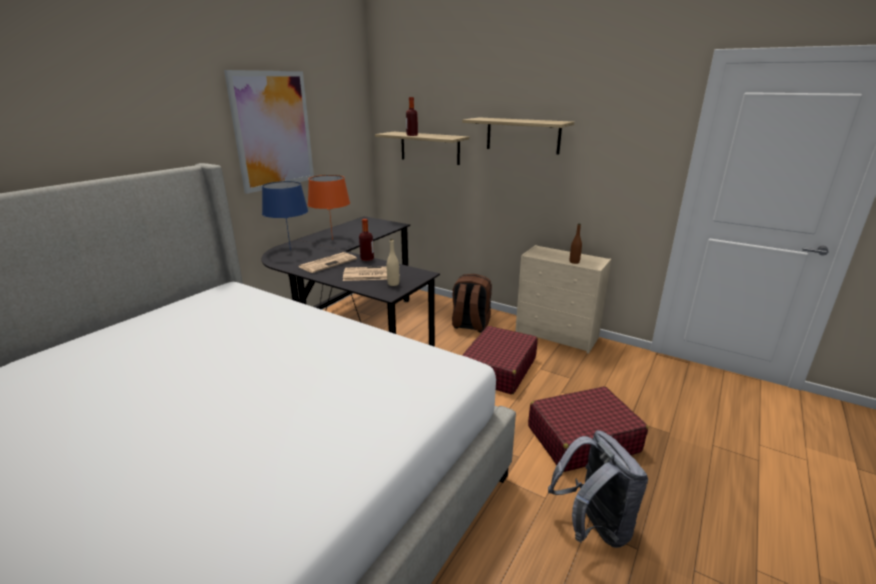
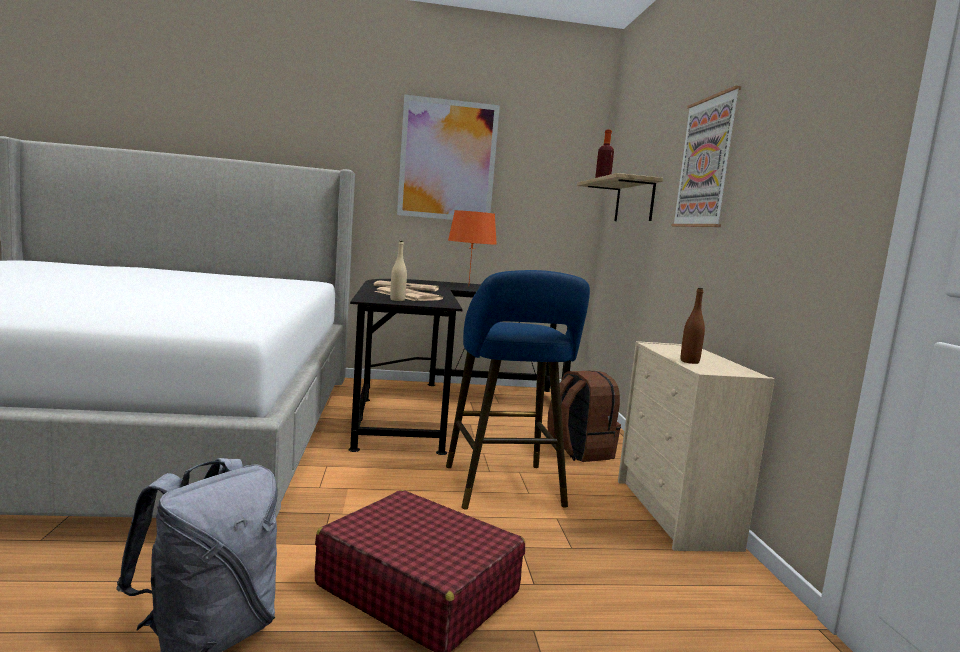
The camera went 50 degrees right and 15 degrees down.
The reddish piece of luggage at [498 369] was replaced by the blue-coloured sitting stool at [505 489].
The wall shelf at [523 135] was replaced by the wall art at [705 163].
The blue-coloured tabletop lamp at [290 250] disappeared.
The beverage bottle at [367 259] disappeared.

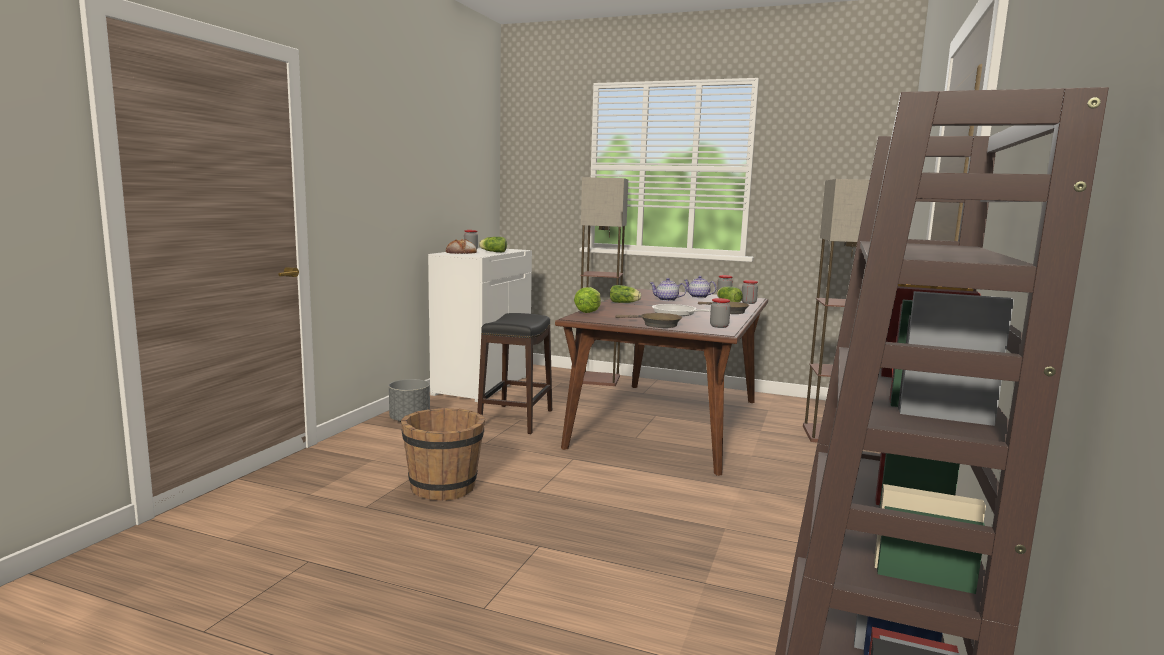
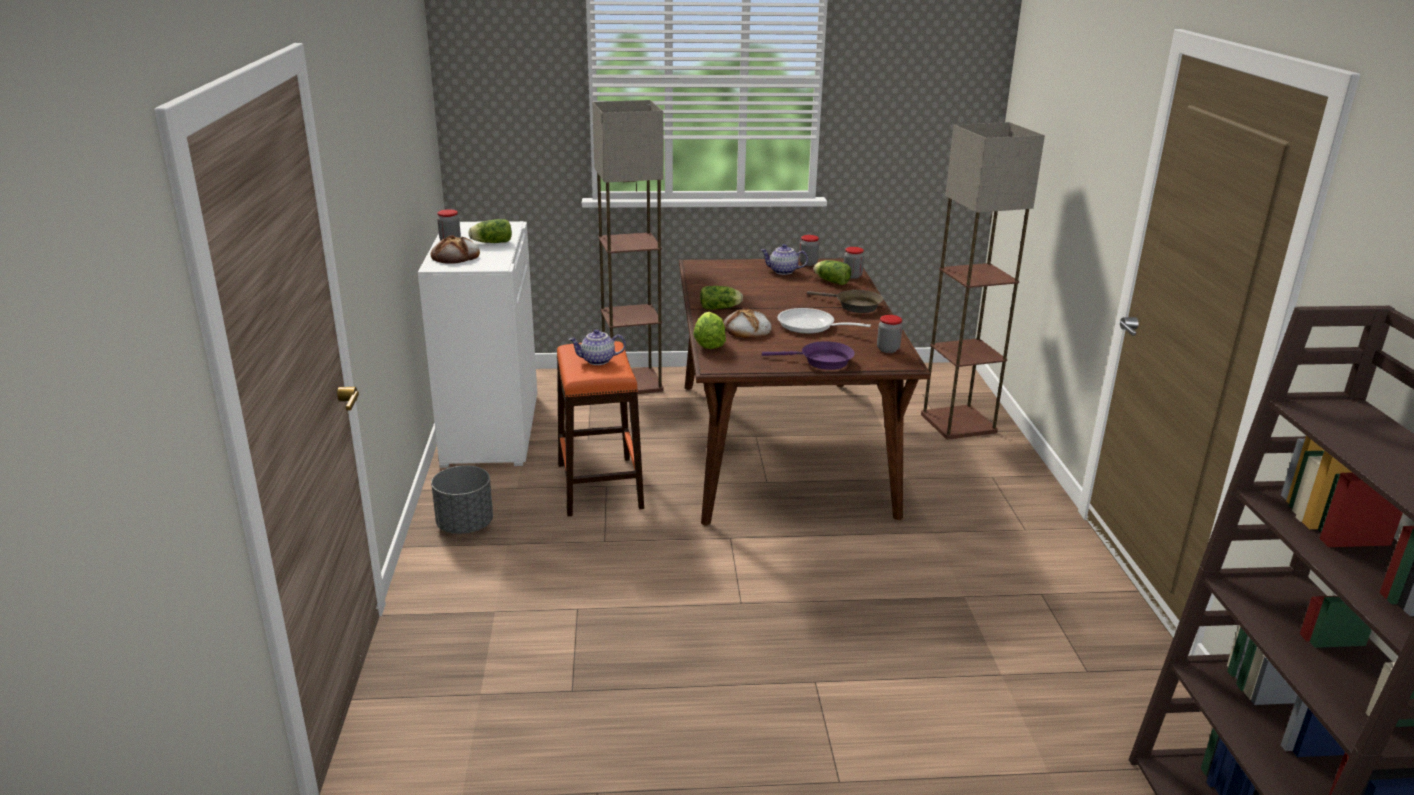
The camera went 25 degrees left and 15 degrees up.
The blackish sitting stool at [515 419] became the orangey sitting stool at [599 486].
The tea pot moved from [666 300] to [597 361].
The bakery bread at [746 330] appeared.
The brown-coloured frying pan at [656 324] became the purple-coloured frying pan at [821 361].
The brown-coloured water bucket at [444 487] disappeared.

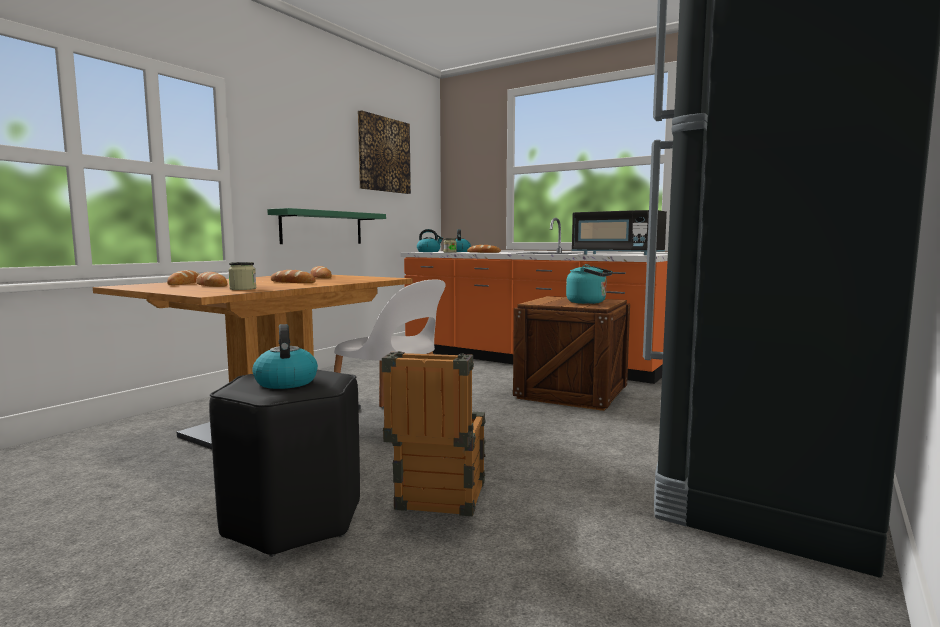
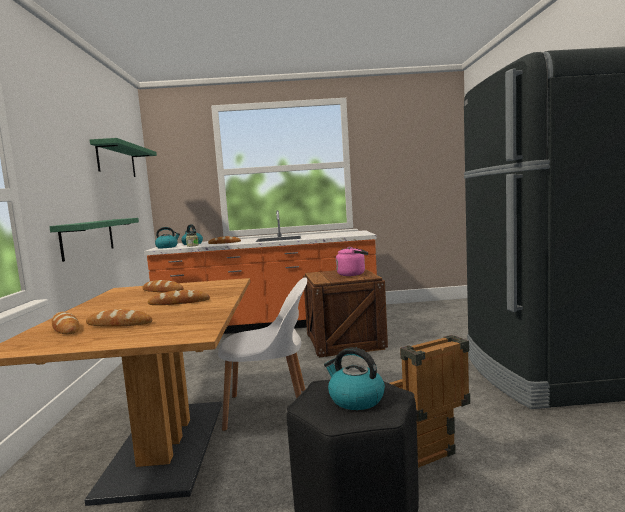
The camera went 35 degrees left and 0 degrees up.
The wall art at [384 154] was replaced by the greenish wall shelf at [116 160].
The blue-green kettle at [588 302] became the pink-coloured kettle at [353 274].
The jar at [243 289] disappeared.
The blackish kitchen microwave at [616 254] disappeared.

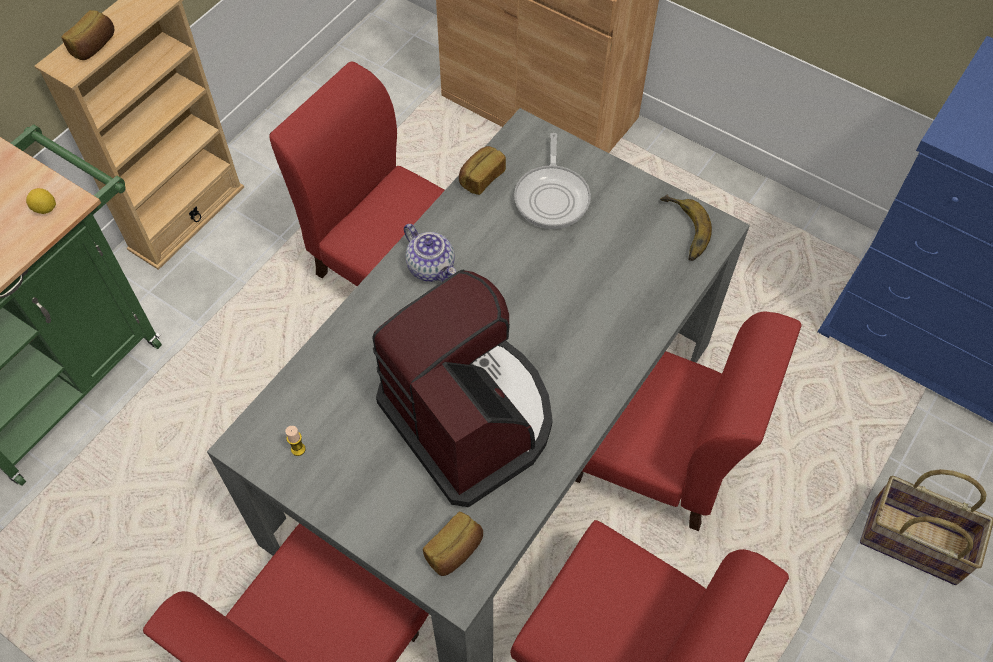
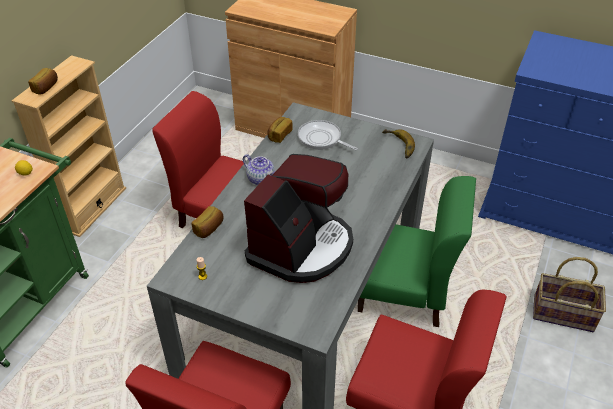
The camera went 10 degrees left and 15 degrees down.
The bakery bread moved from [455 551] to [209 229].
The coffee maker at [470 418] turned 75 degrees clockwise.
The frying pan at [552 197] turned 135 degrees clockwise.
The reddish upright chair at [654 457] became the greenish upright chair at [402 292].

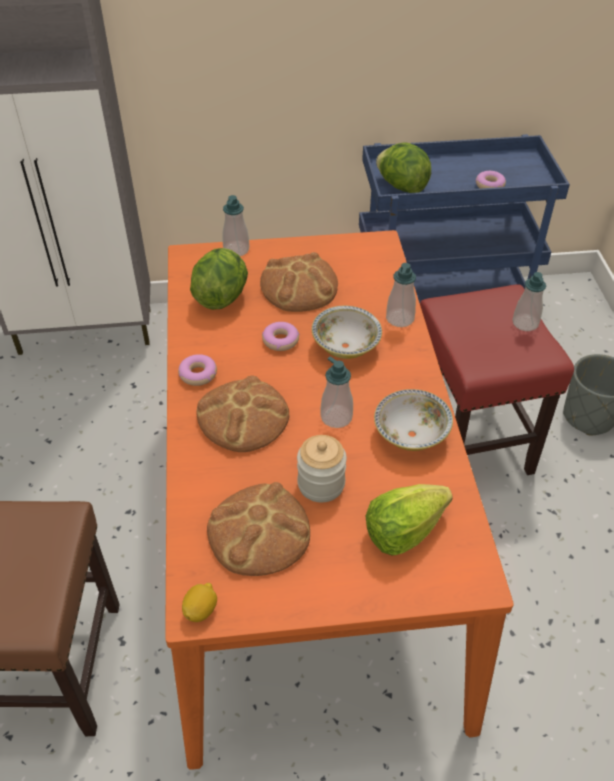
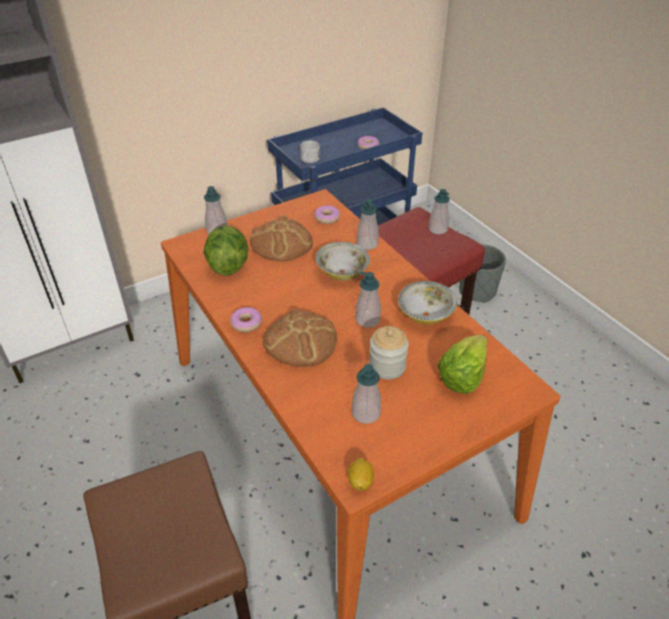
The camera went 25 degrees left and 5 degrees down.
The head of lettuce at [401 186] was replaced by the white tea mug at [309 161].
The donut moved from [280 340] to [327 218].
The bakery bread at [259 532] was replaced by the soap bottle at [366 413].

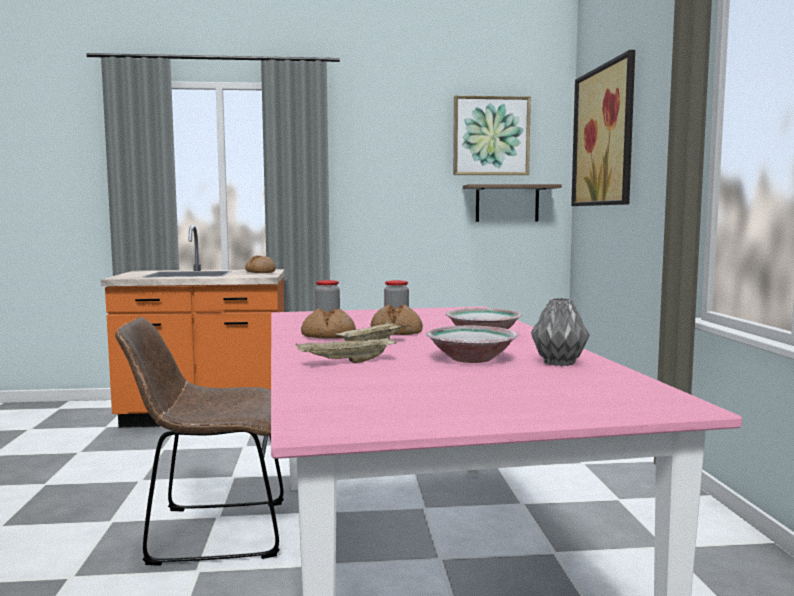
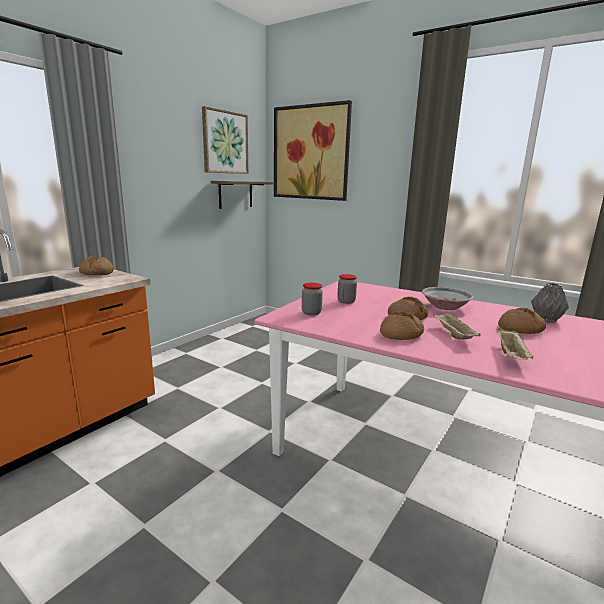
The camera went 50 degrees left and 10 degrees up.
The deep dish at [470 358] was replaced by the bakery bread at [520 329].
The brown-coloured upright chair at [210 533] disappeared.

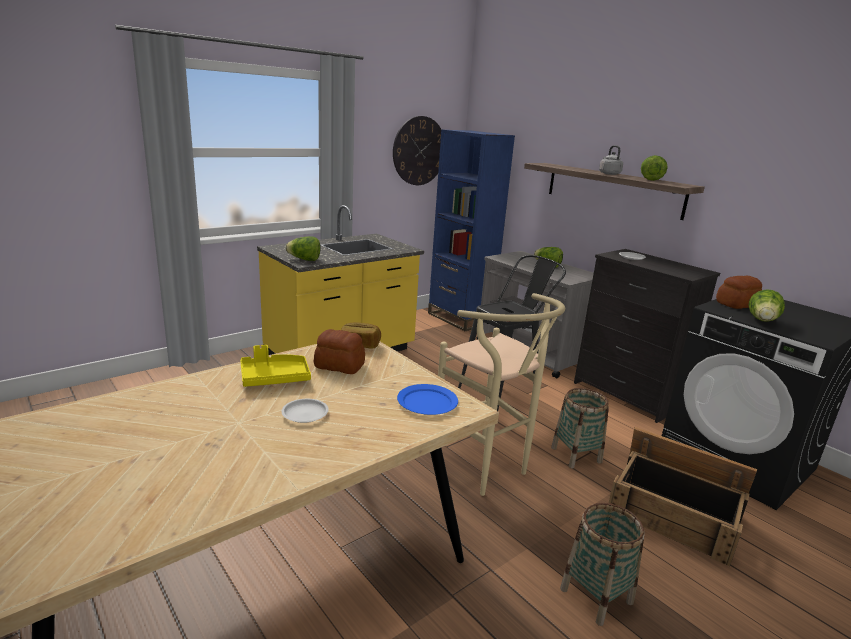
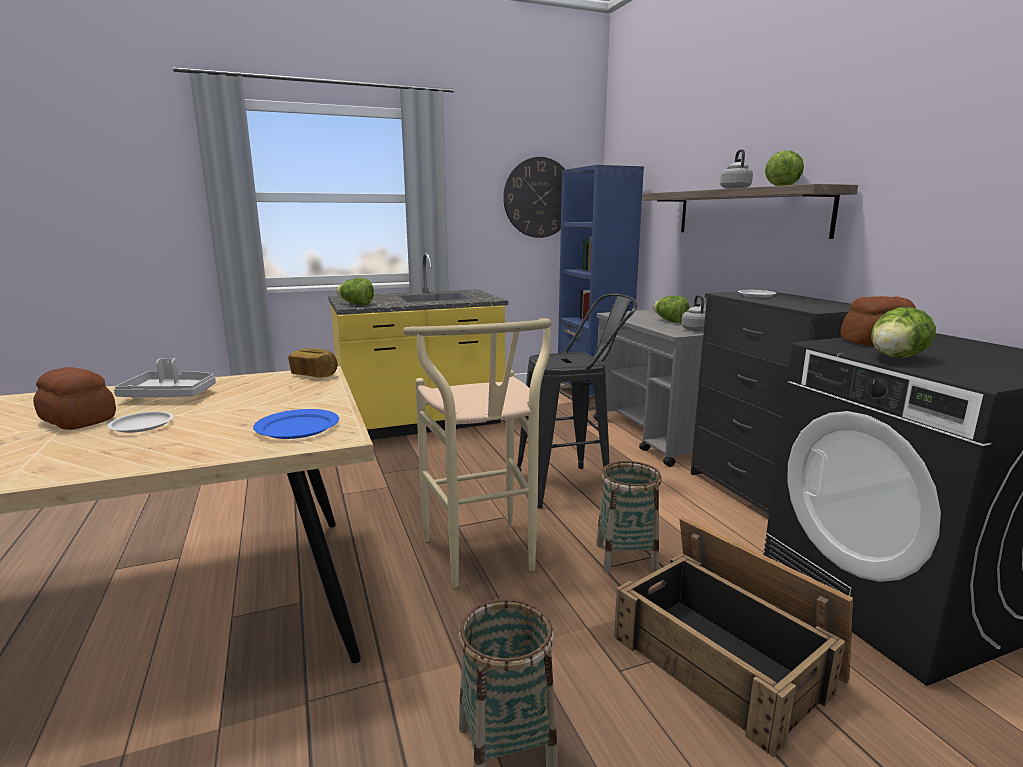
The camera went 20 degrees right and 5 degrees down.
The bakery bread moved from [339 366] to [78 420].
The yellow-coloured tray at [274 378] became the greyish tray at [170 395].
The greyish kettle at [694 329] appeared.

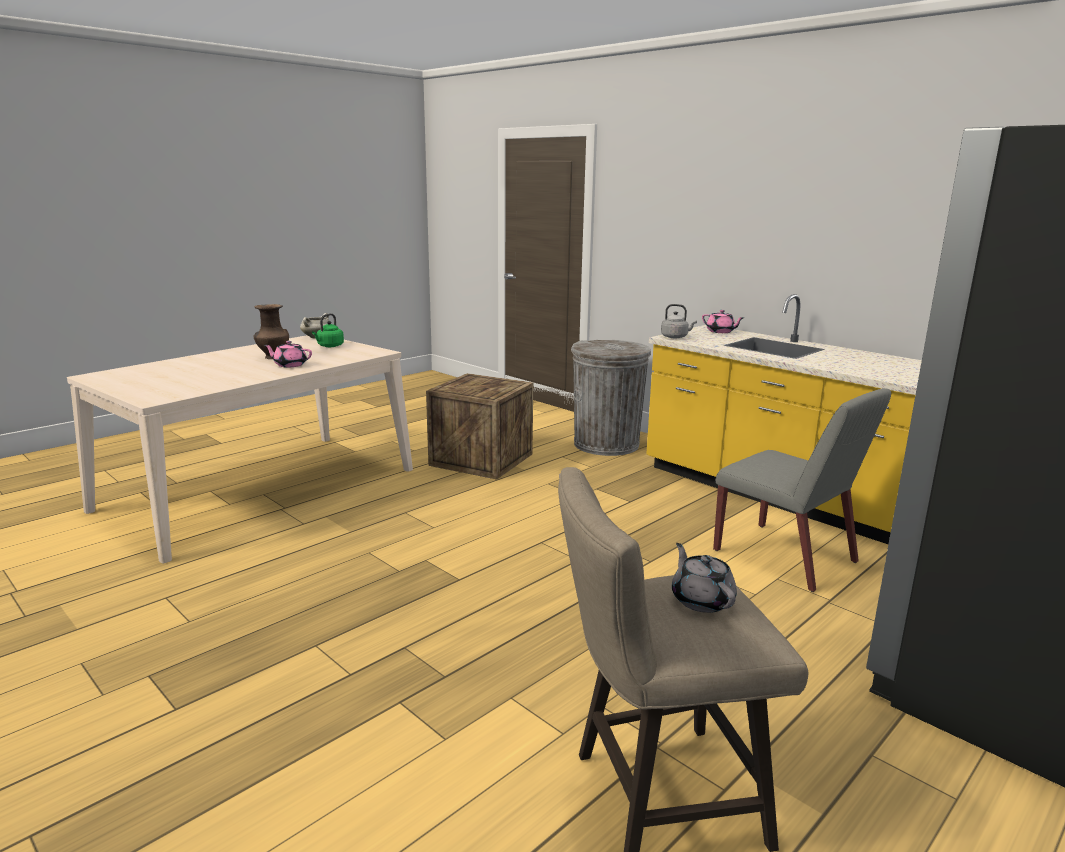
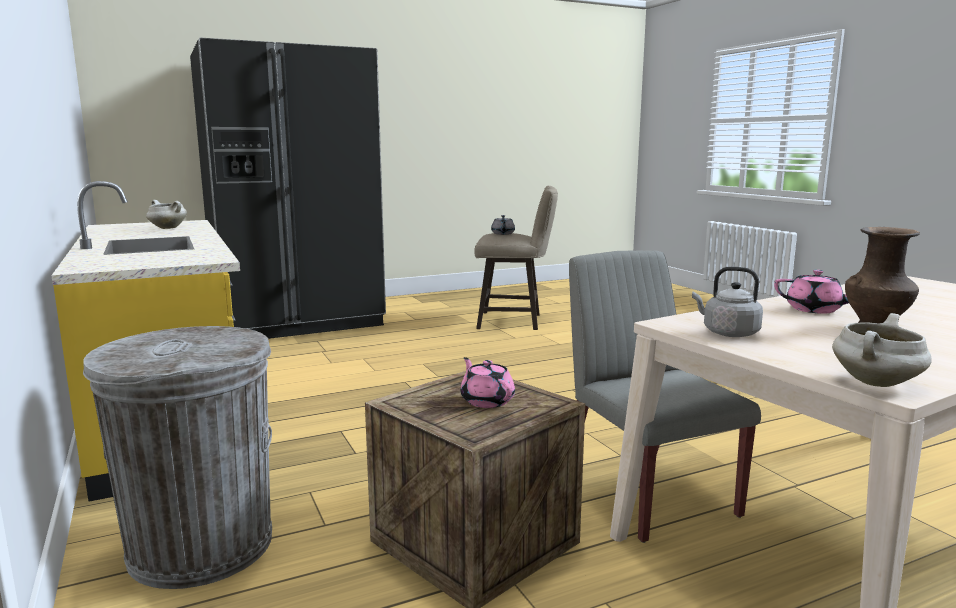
The camera went 160 degrees left and 5 degrees down.
The white stockpot at [167 228] appeared.
The pink-coloured tea pot moved from [720 332] to [487 400].
The greyish upright chair moved from [786 557] to [646 492].
The greyish kettle moved from [675 337] to [727 333].
The greenish kettle at [329 346] disappeared.

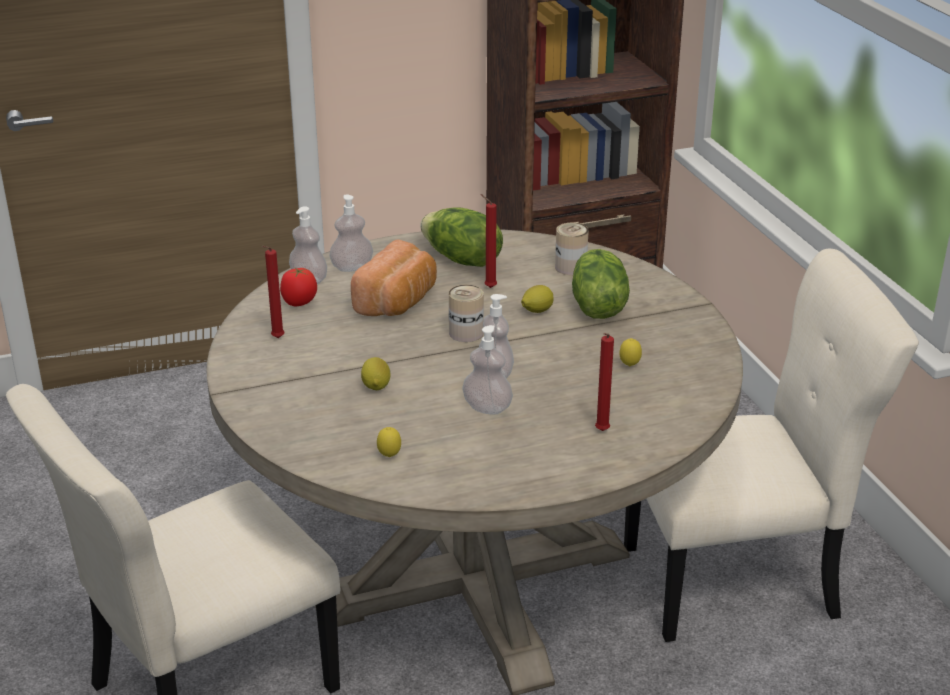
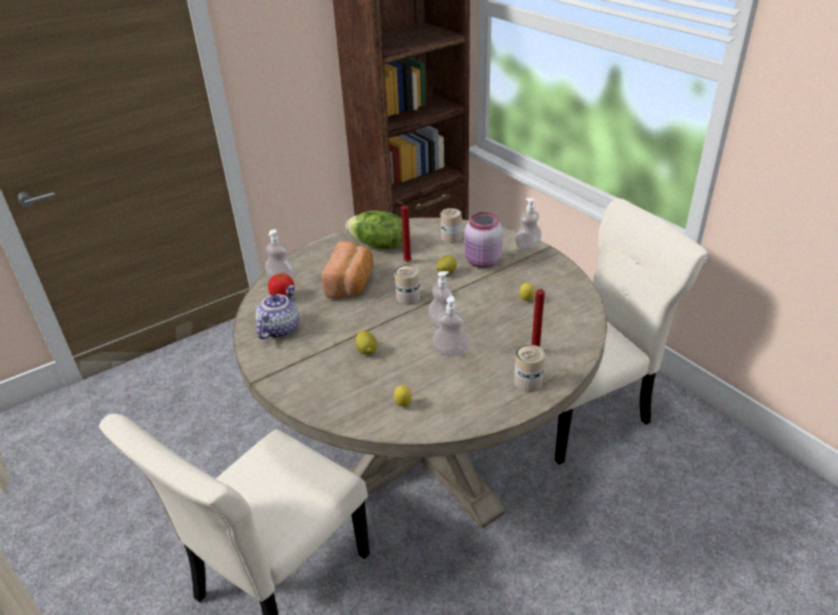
The camera went 15 degrees left and 5 degrees up.
The reddish candle at [276 339] was replaced by the tea pot at [279 329].
The head of lettuce at [596 306] was replaced by the pink-coloured jar at [482 262].
The metal can at [528 382] appeared.
The soap bottle moved from [352 267] to [527 247].

